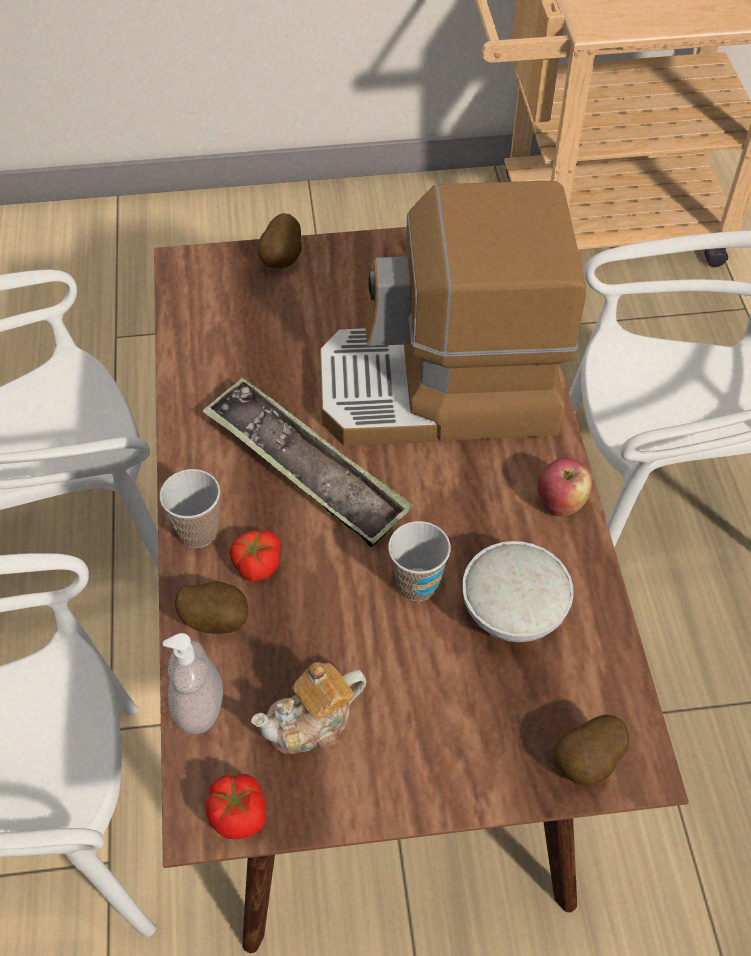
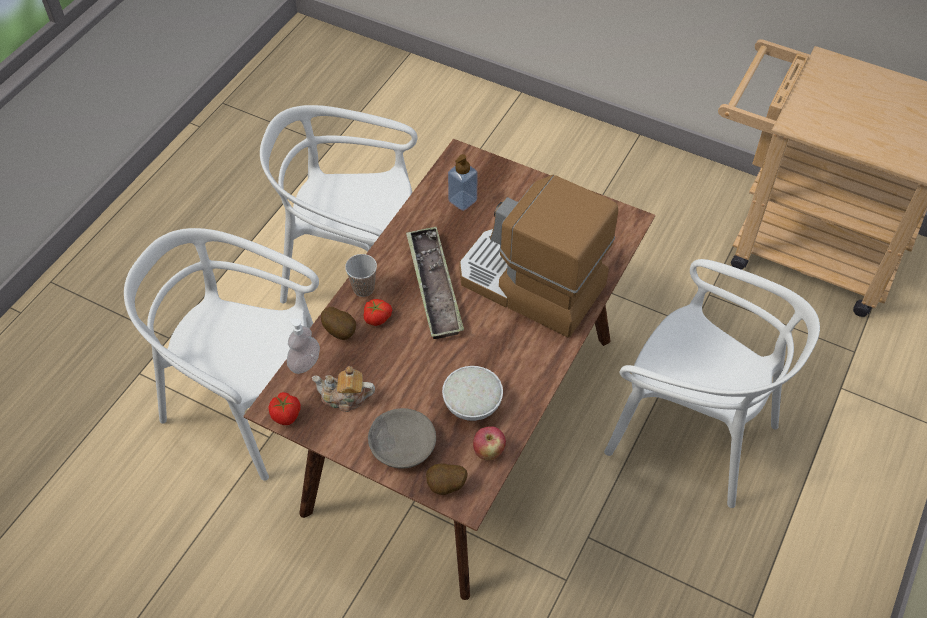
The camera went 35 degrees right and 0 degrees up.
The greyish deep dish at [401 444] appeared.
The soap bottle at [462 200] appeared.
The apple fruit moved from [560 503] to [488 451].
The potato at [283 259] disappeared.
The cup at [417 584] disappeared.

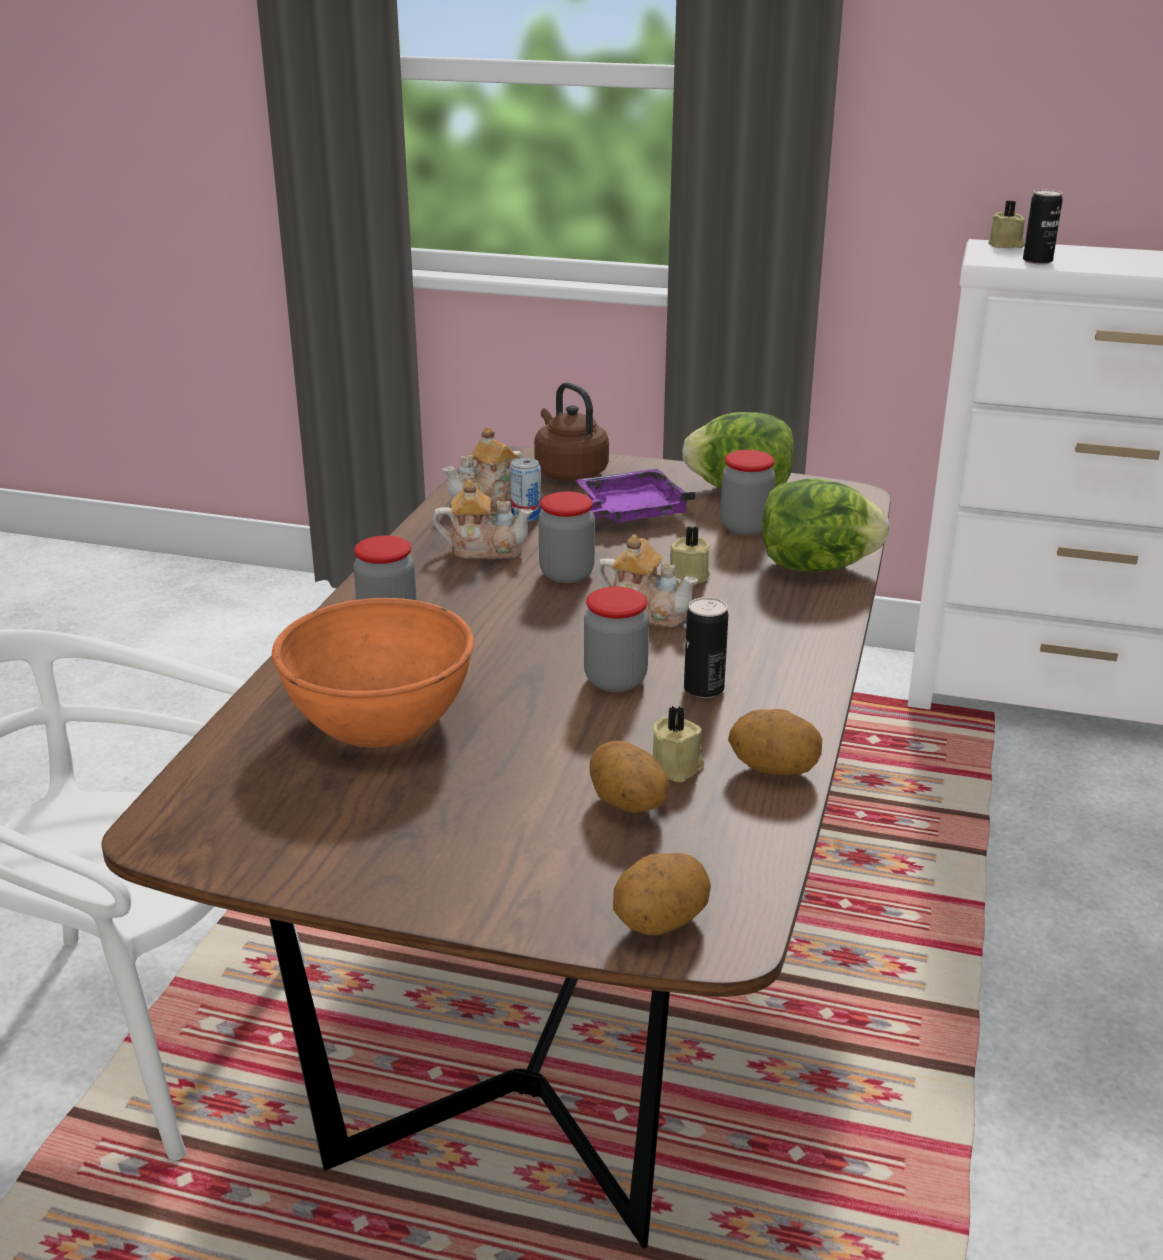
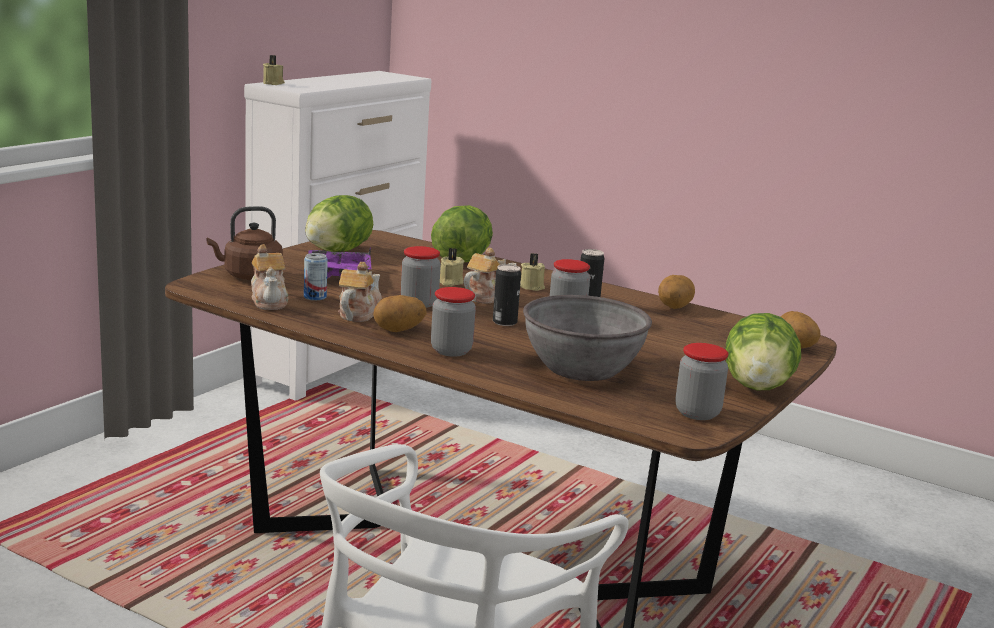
The camera went 75 degrees left and 10 degrees down.
The potato moved from [626 806] to [399 330].
The metal can moved from [1037 261] to [504 322].
The beige candle moved from [677 767] to [531 286].
The orangey deep dish at [379 720] became the greyish deep dish at [582 369].
The jar moved from [745 527] to [697 413].
The head of lettuce at [757 387] appeared.

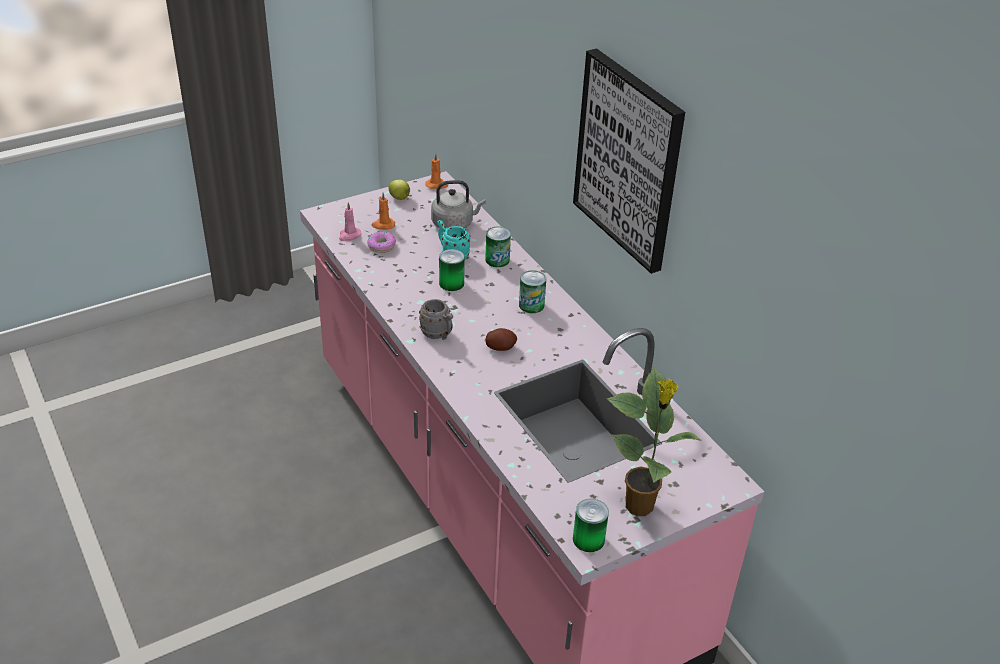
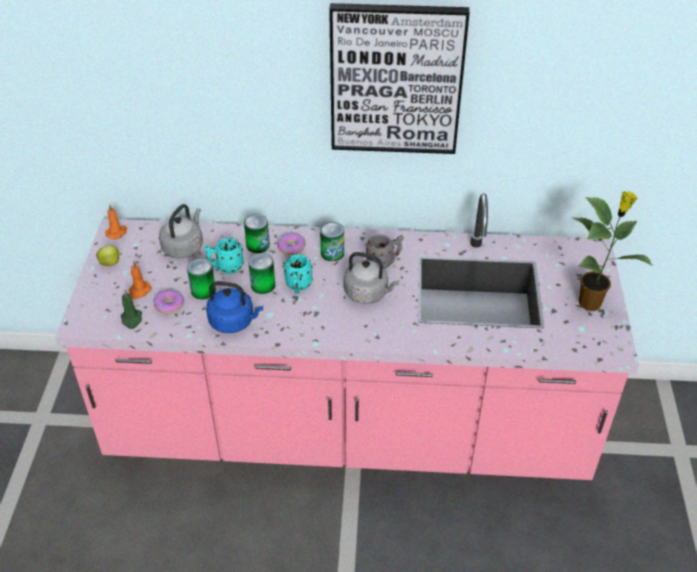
The camera went 55 degrees left and 5 degrees up.
The pink-coloured candle at [349 235] became the greenish candle at [131 319].
The metal can moved from [588 539] to [203 290].
The blue-coloured kettle at [234 322] appeared.
The donut at [292 247] appeared.
The blue-green tea mug at [298 287] appeared.
The potato at [500 347] was replaced by the greyish kettle at [368 293].
The greyish tea mug moved from [438 334] to [384 263].

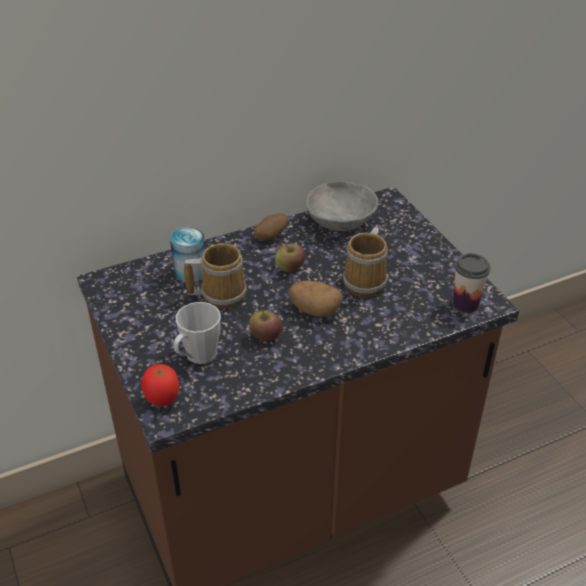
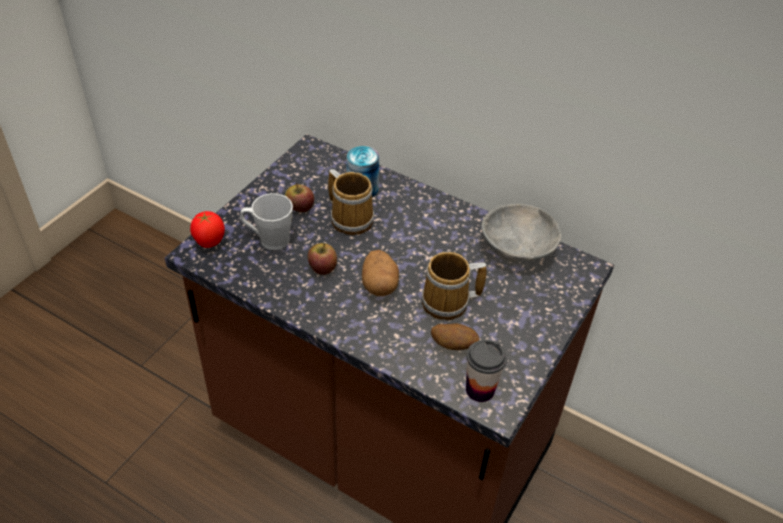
The camera went 55 degrees right and 5 degrees up.
The apple fruit moved from [290 267] to [299 207].
The potato moved from [270 236] to [453 345].

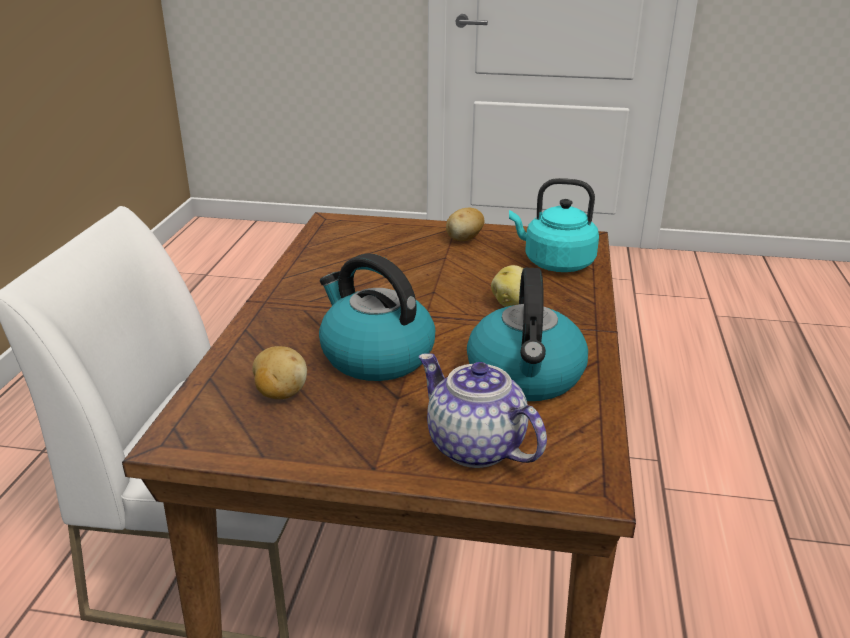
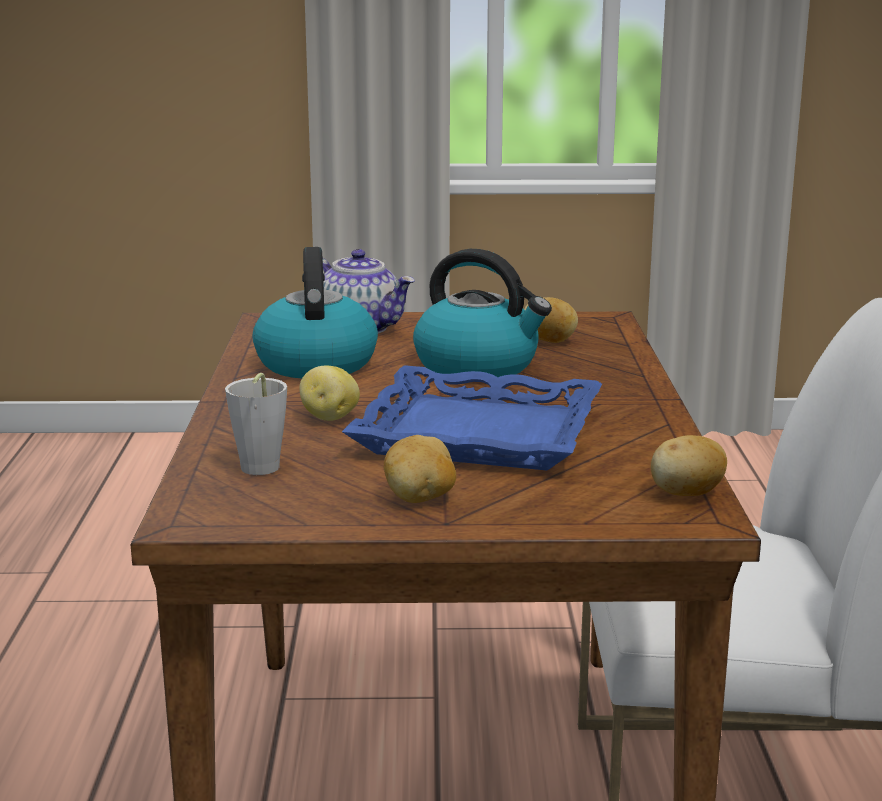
The camera went 170 degrees right and 10 degrees down.
The blue-green kettle at [554 263] was replaced by the greyish cup at [258 471].
The blue-coloured tray at [477 434] appeared.
The potato at [686 494] appeared.

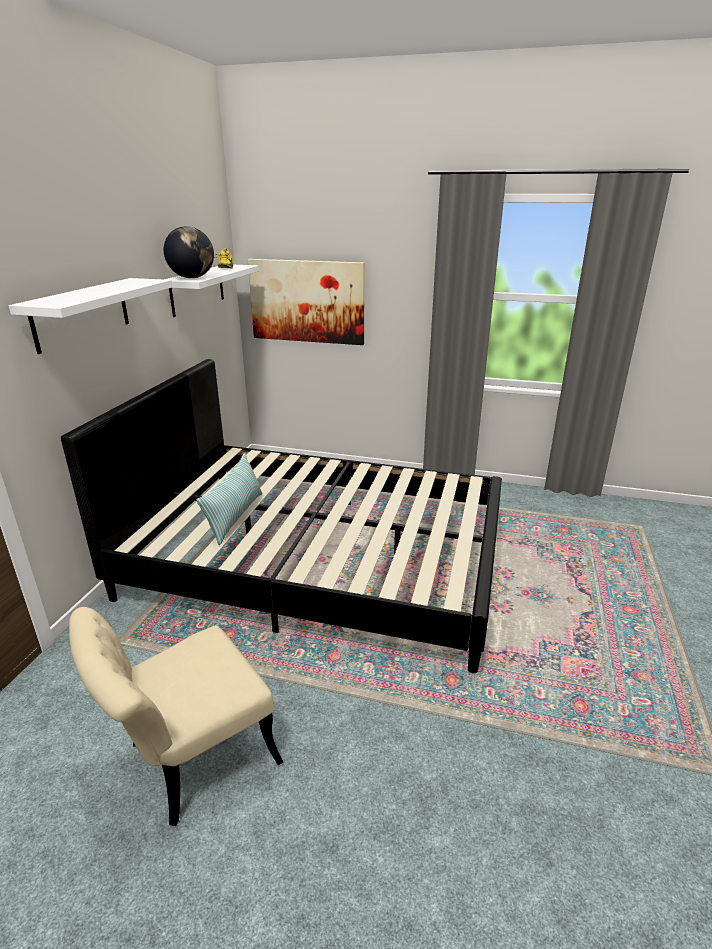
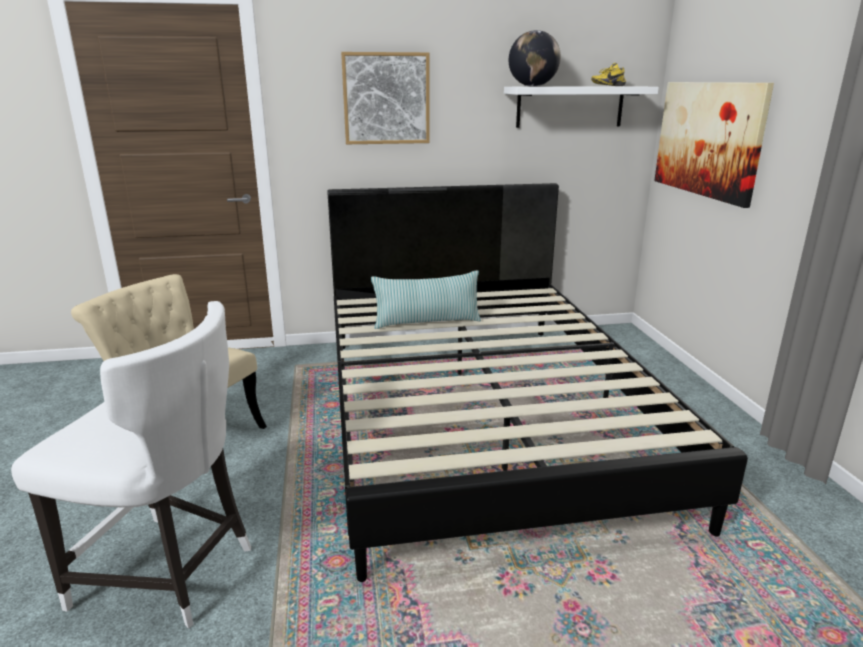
The camera went 65 degrees right and 5 degrees down.
The white upright chair at [169 573] appeared.
The white wall shelf at [82 314] was replaced by the wall art at [386 98].

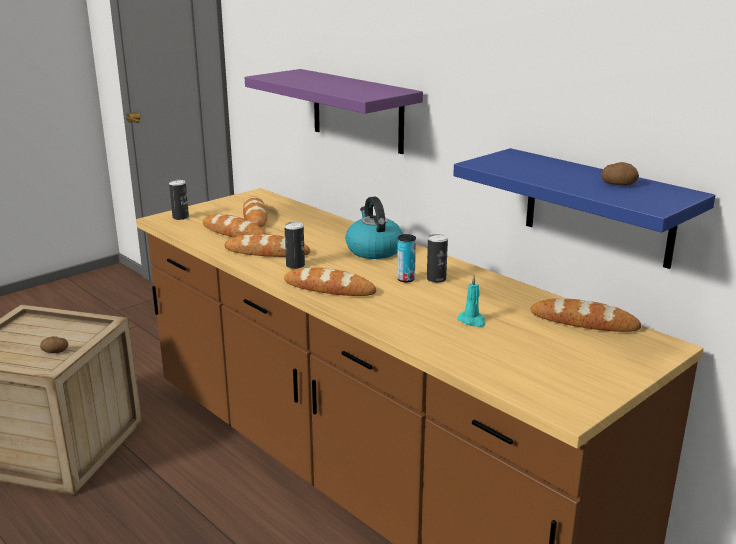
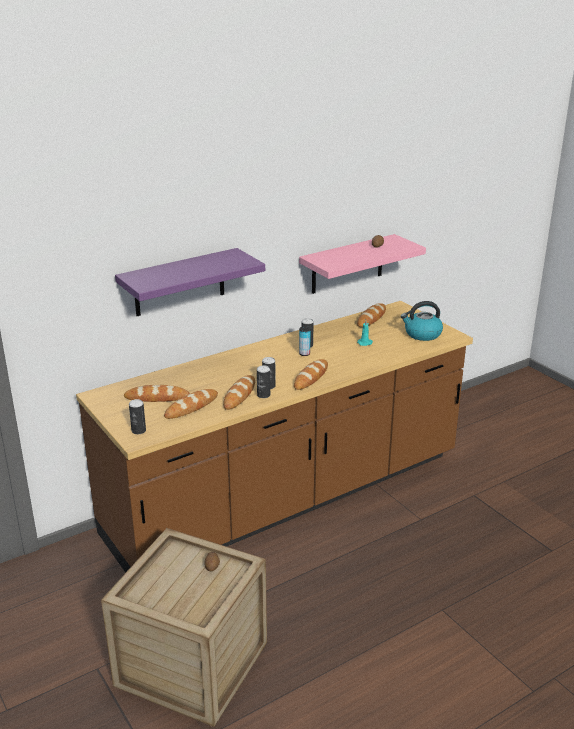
The camera went 80 degrees left and 5 degrees up.
The metal can at [263 395] appeared.
The blue-coloured wall shelf at [598 207] became the pink-coloured wall shelf at [347 264].
The kettle moved from [373 250] to [422 334].

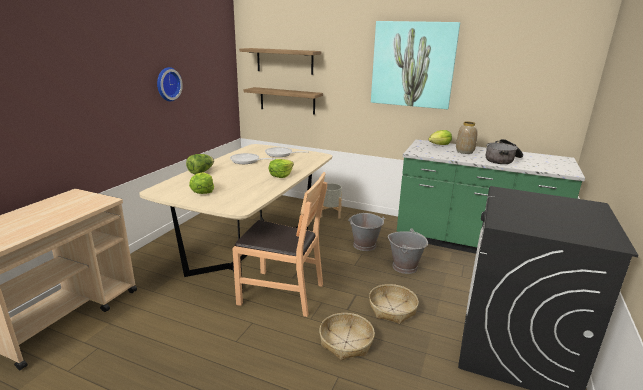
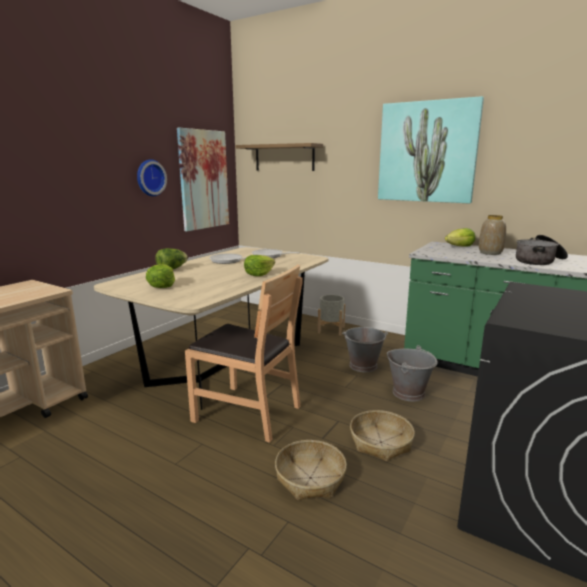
The camera went 10 degrees right and 5 degrees down.
The wall art at [203 180] appeared.
The wall shelf at [287 100] disappeared.

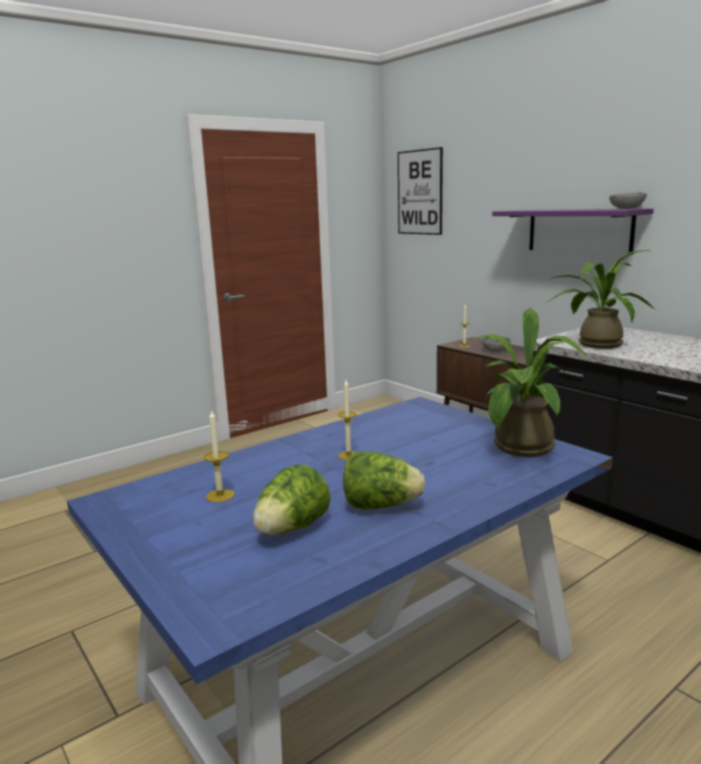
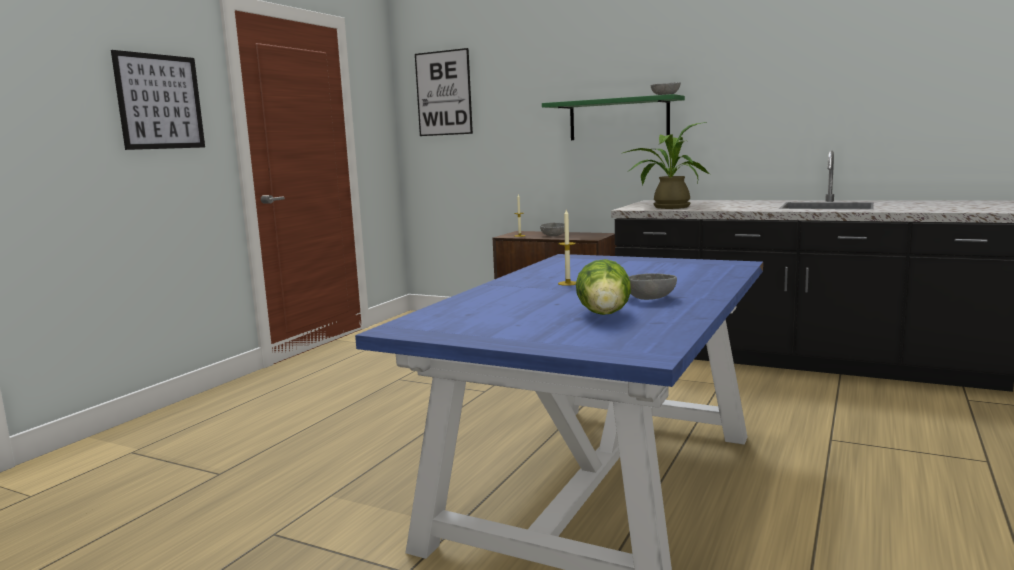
The camera went 25 degrees left and 5 degrees down.
The wall art at [160 102] appeared.
The purple-coloured wall shelf at [579 230] became the greenish wall shelf at [618 119].
The head of lettuce at [380 506] was replaced by the greyish deep dish at [648 298].
The candle at [220 495] disappeared.
The houseplant at [520 450] disappeared.

